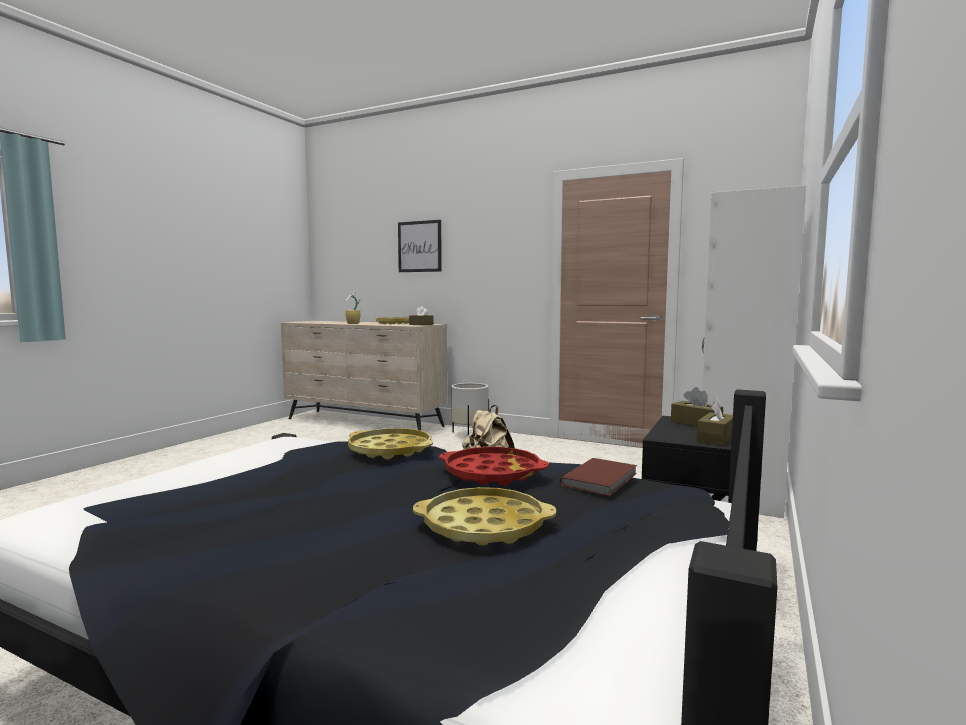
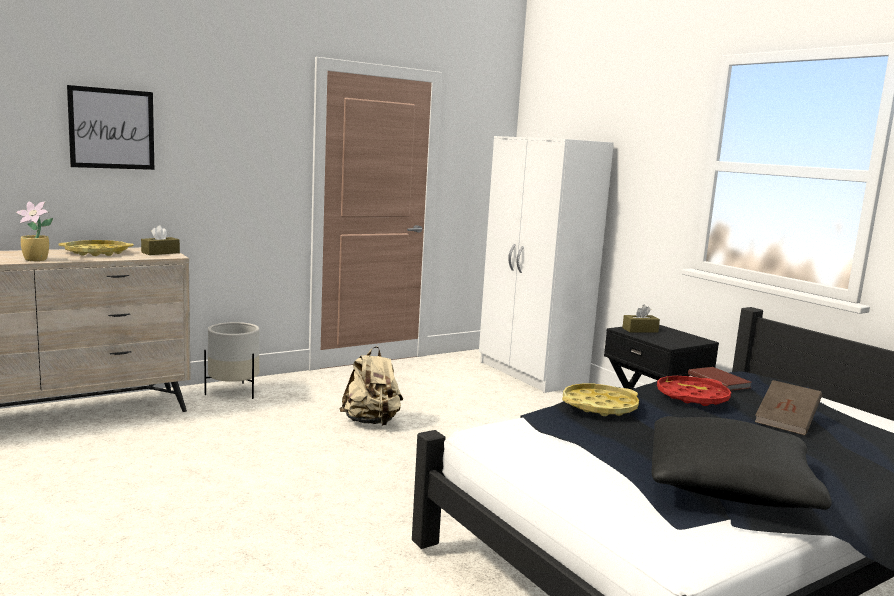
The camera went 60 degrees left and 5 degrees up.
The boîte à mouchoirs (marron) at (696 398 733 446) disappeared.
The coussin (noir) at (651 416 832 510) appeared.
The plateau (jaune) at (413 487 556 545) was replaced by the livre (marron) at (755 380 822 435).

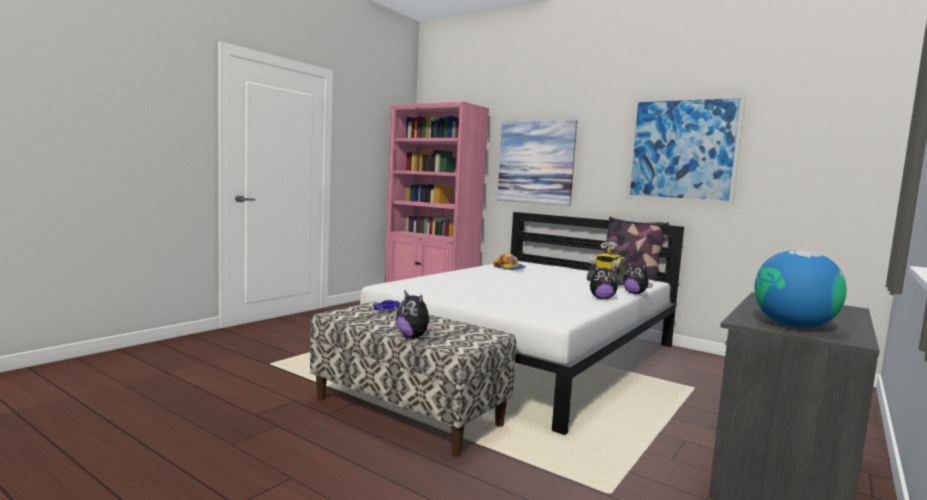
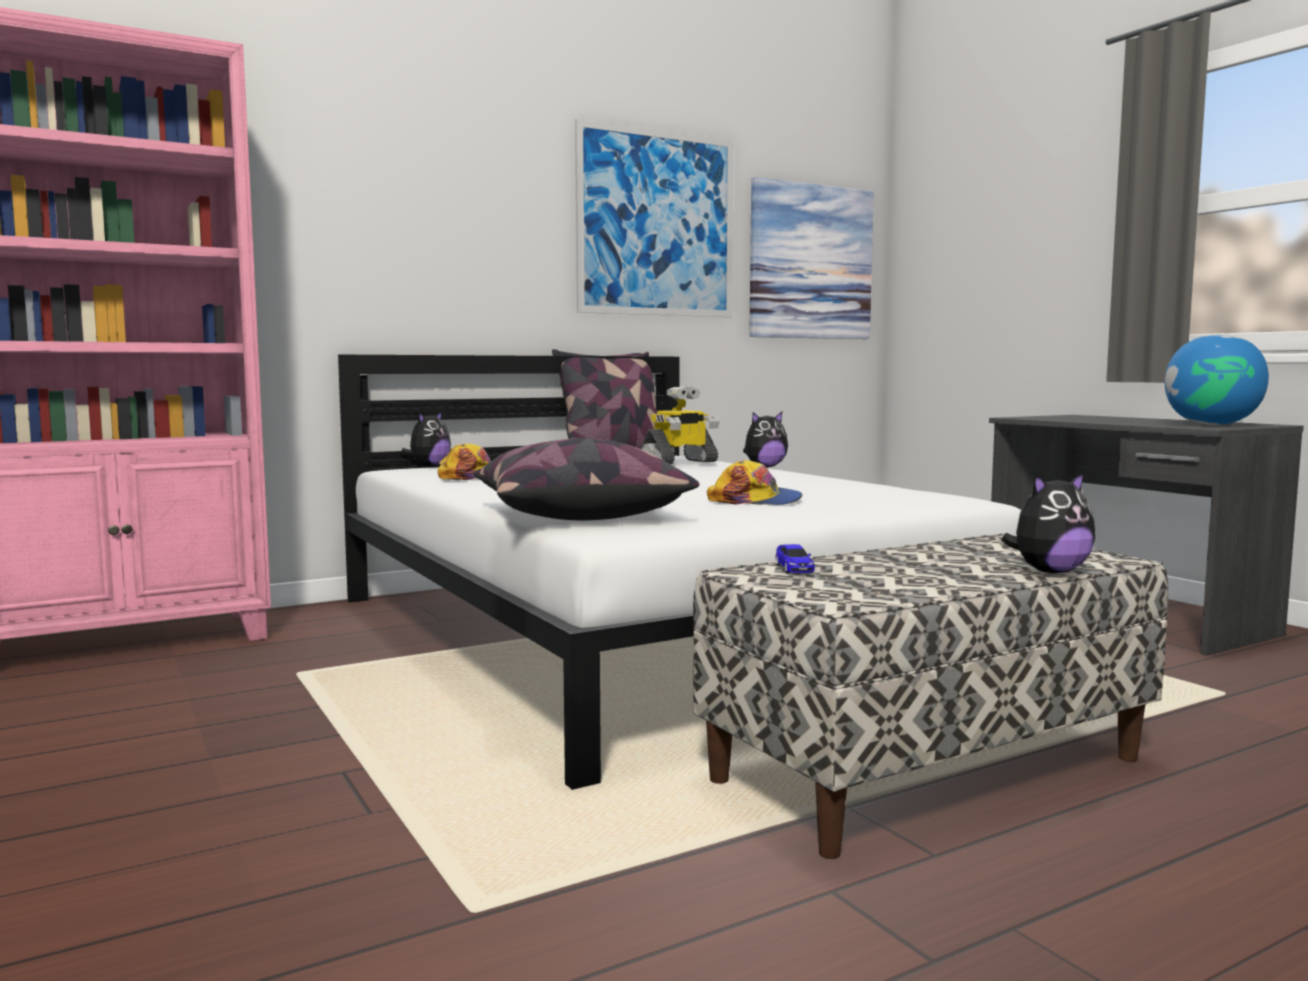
The camera went 65 degrees left and 0 degrees up.
The coussin at (473 438 699 520) appeared.
The casquette at (707 460 802 505) appeared.
The tableau moved from (497 120 577 206) to (749 177 874 339).
The peluche moved from (590 265 618 299) to (401 411 451 467).

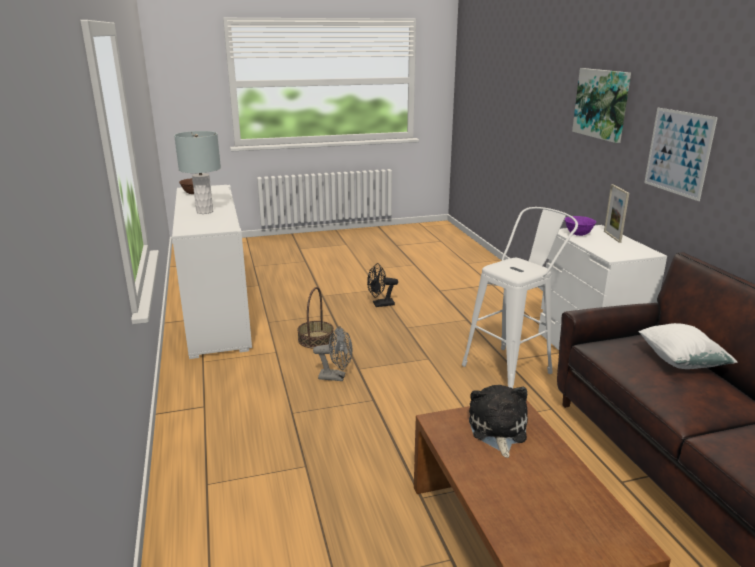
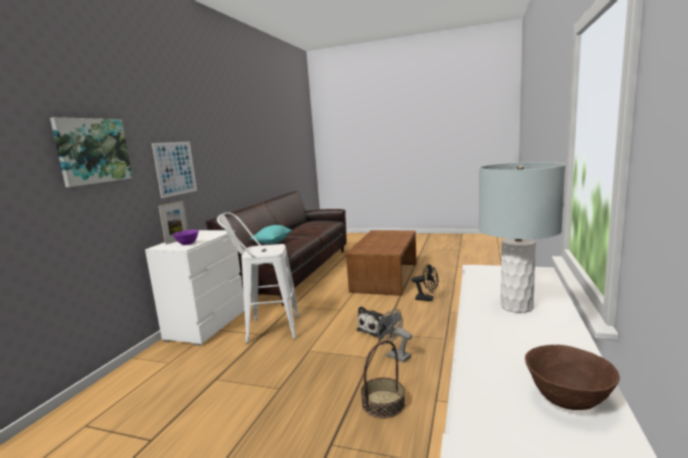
The camera went 145 degrees left and 10 degrees down.
The ventilateur (noir) moved from (367 263 398 307) to (412 264 438 301).
The peluche moved from (469 385 528 458) to (357 306 390 337).
The coussin (blanc) at (638 323 737 369) became the coussin (turquoise) at (250 225 292 244).

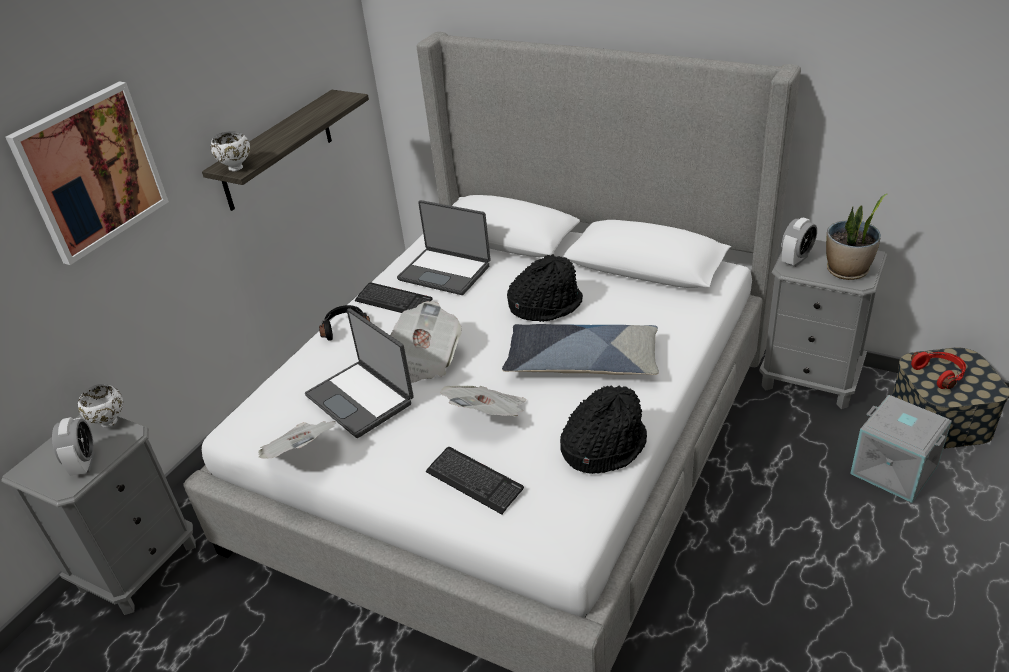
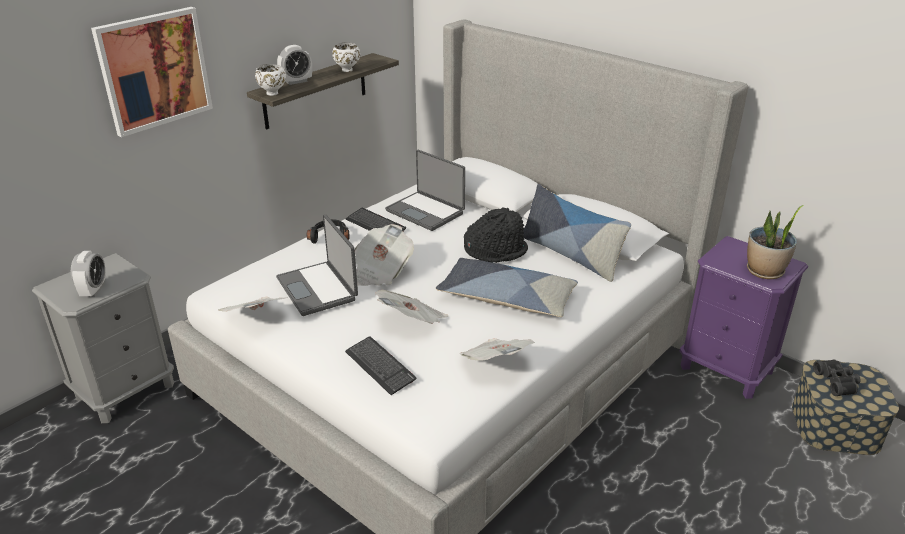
The camera went 10 degrees right and 5 degrees down.
The boîte de rangement (gris) at (850 395 952 503) disappeared.
The coussin at (523 184 631 282) appeared.
The bol (blanc) moved from (78 384 123 427) to (332 42 360 72).
The réveil moved from (781 218 817 267) to (277 45 312 85).
The chapeau (noir) at (560 385 647 474) was replaced by the journal at (460 338 535 360).
The casque audio (rouge) at (911 351 966 389) was replaced by the jumelles (noir) at (813 360 861 396).
The table de chevet (gris) at (760 240 888 409) became the table de chevet (violet) at (680 236 808 399).

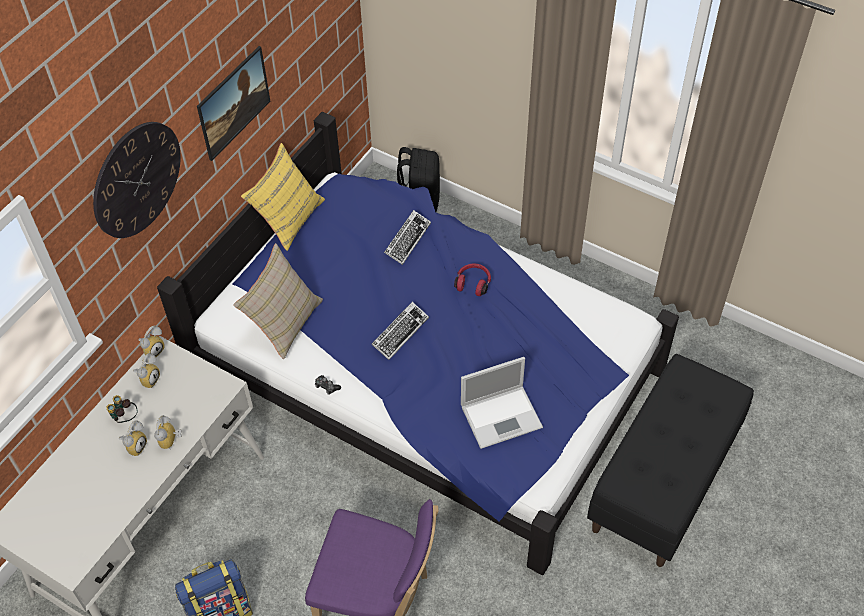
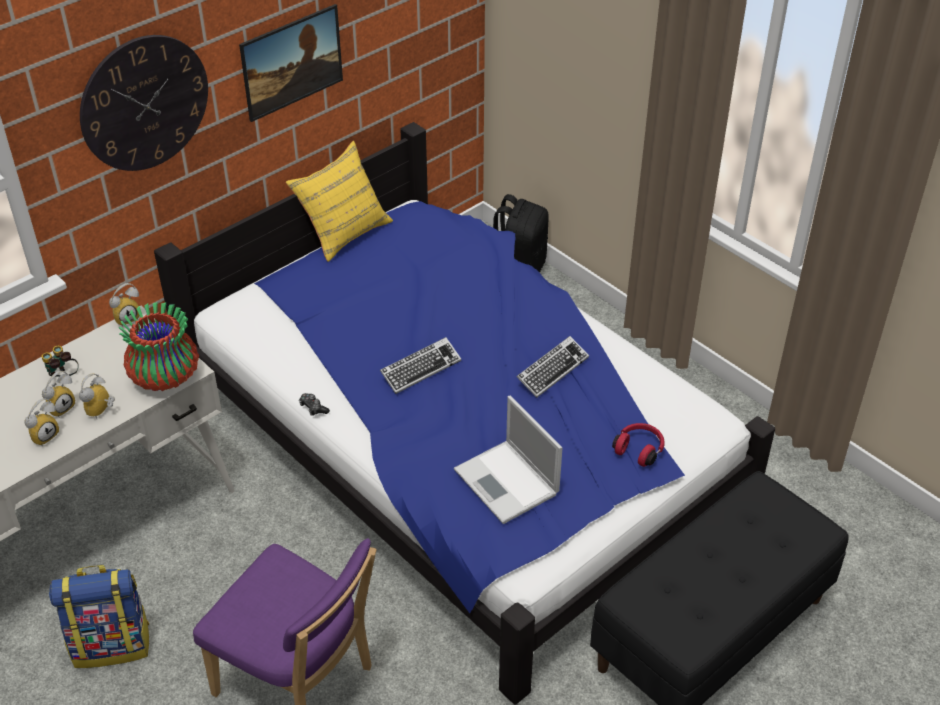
The camera went 15 degrees right and 10 degrees down.
The coussin (beige) at (233 243 323 359) disappeared.
The vase at (119 302 199 391) appeared.
The réveil moved from (133 353 160 388) to (24 398 59 446).
The clavier moved from (384 210 431 265) to (517 336 589 398).
The casque audio (rouge) moved from (454 264 491 296) to (612 423 665 467).
The ordinateur portable at (461 357 543 449) turned 60 degrees clockwise.

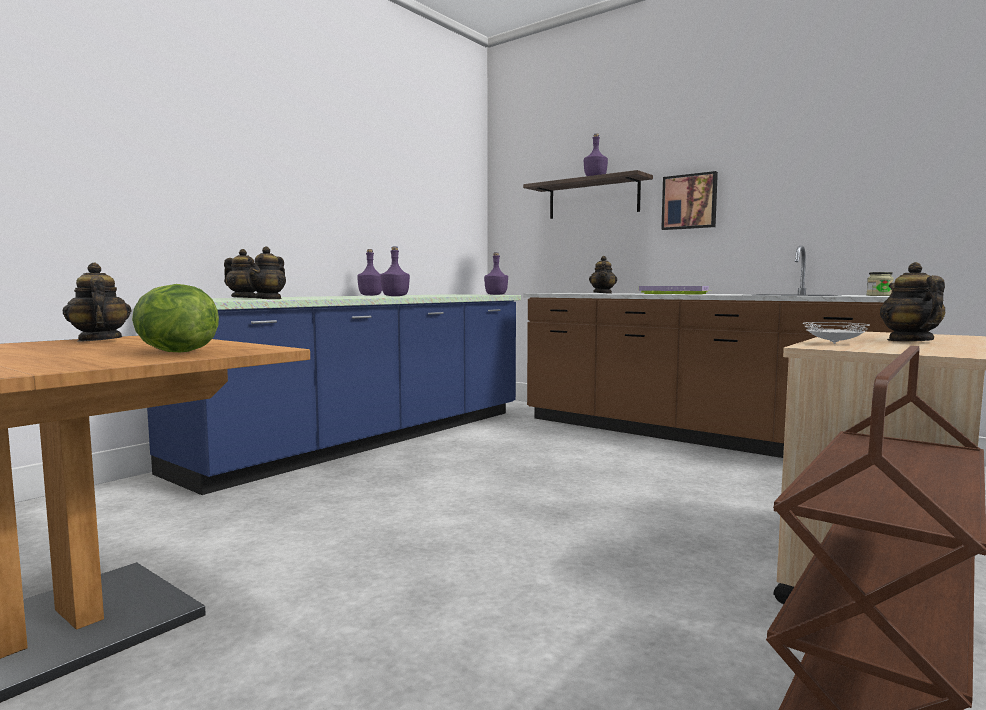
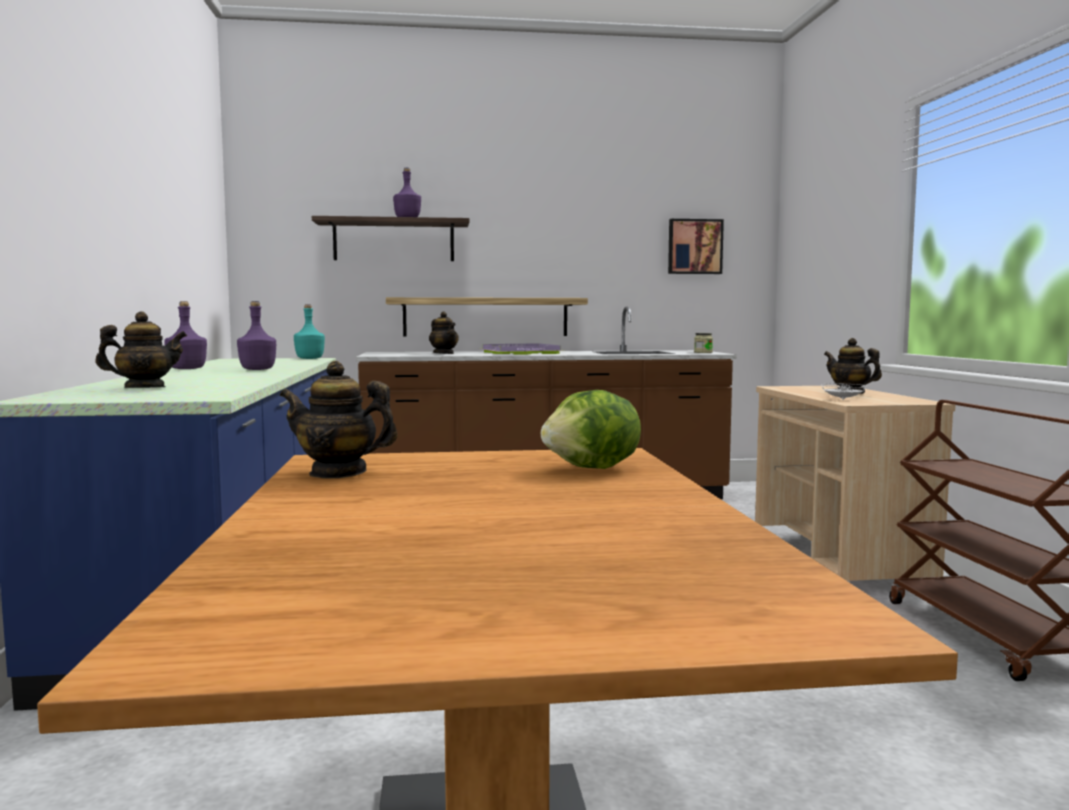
The camera went 45 degrees left and 0 degrees up.
The théière at (247 246 286 299) disappeared.
The étagère at (386 297 588 337) appeared.
The tableau moved from (661 171 718 230) to (668 219 724 274).
The bouteille (violet) at (484 252 508 295) became the bouteille (turquoise) at (294 304 325 359).

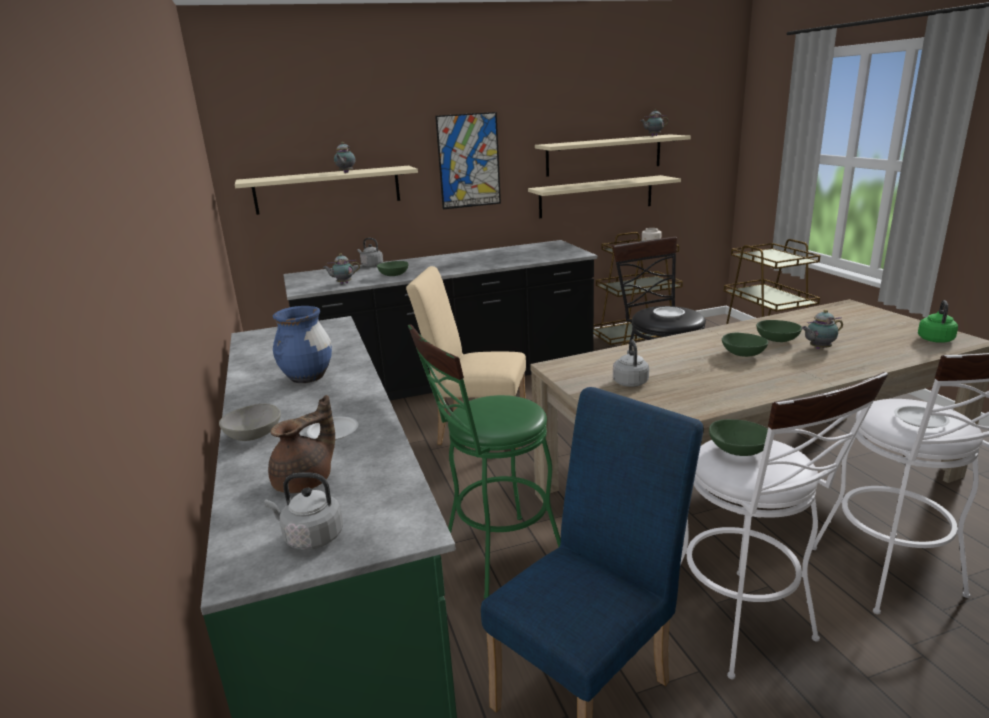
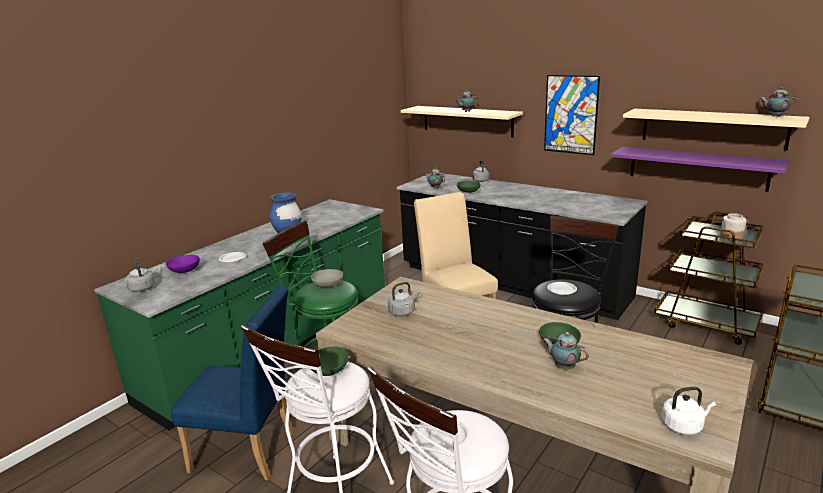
The camera went 55 degrees right and 0 degrees up.
The bol (vert) at (722 333 768 357) disappeared.
The bol (gris) moved from (219 404 281 441) to (311 269 343 287).
The théière (marron) at (268 395 335 493) was replaced by the bol (violet) at (166 255 200 273).
The étagère (beige) at (528 175 681 218) became the étagère (violet) at (611 147 789 191).
The bouilloire (vert) at (918 300 958 343) became the bouilloire (blanc) at (662 387 716 435).

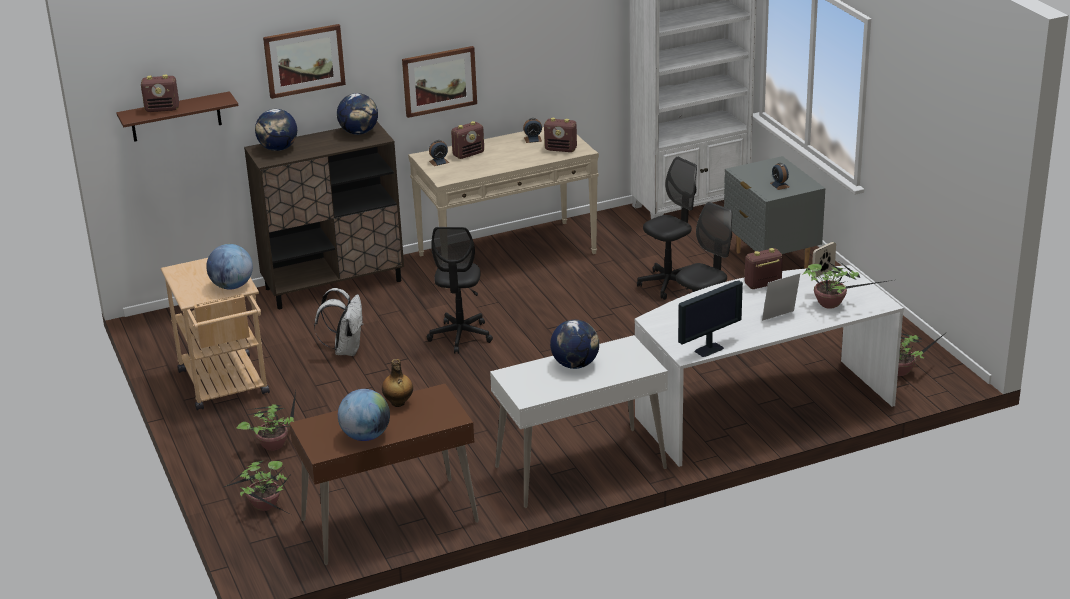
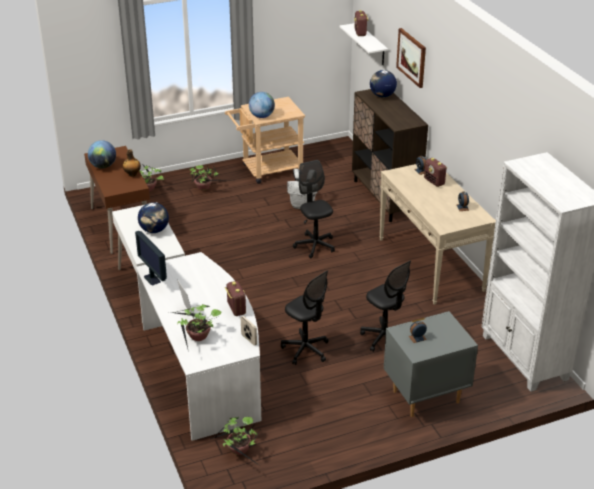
The camera went 90 degrees right and 5 degrees up.
The globe at (337 93 378 135) disappeared.
The tableau at (402 46 477 118) disappeared.
The radio at (544 118 577 152) disappeared.
The étagère (marron) at (116 91 239 142) became the étagère (blanc) at (339 23 388 65).
The chaise de bureau (noir) at (427 227 493 354) turned 60 degrees clockwise.

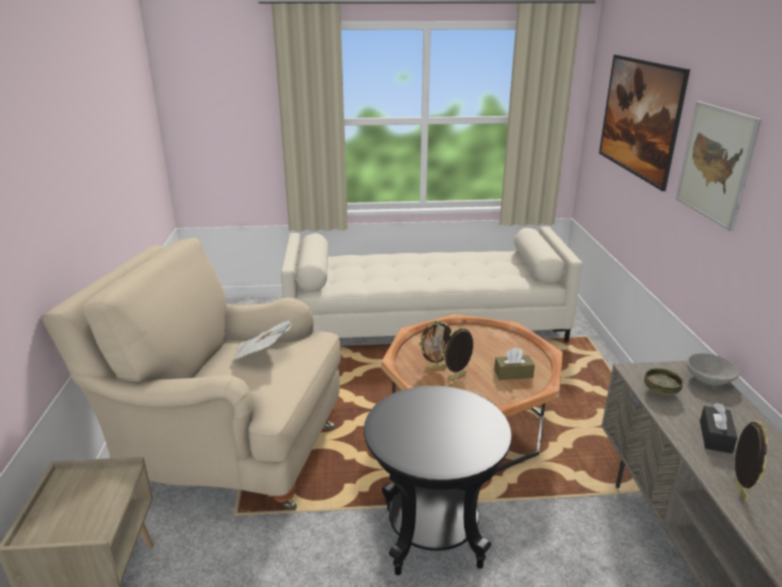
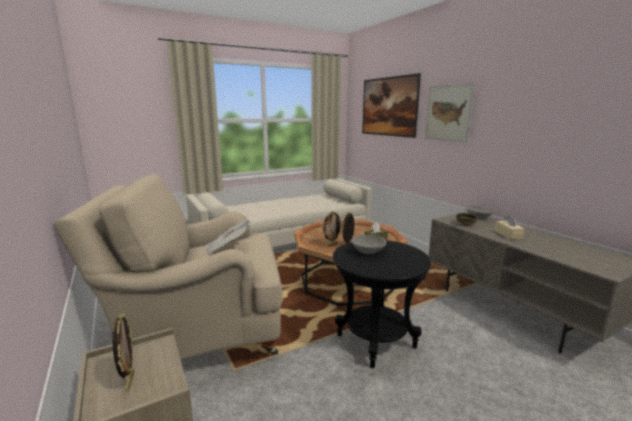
The camera went 25 degrees left and 10 degrees down.
The bol (gris) at (352 235 387 254) appeared.
The cadre photo moved from (734 420 768 502) to (112 313 134 391).
The boîte à mouchoirs (noir) at (700 403 738 454) became the boîte à mouchoirs (beige) at (495 215 524 239).

